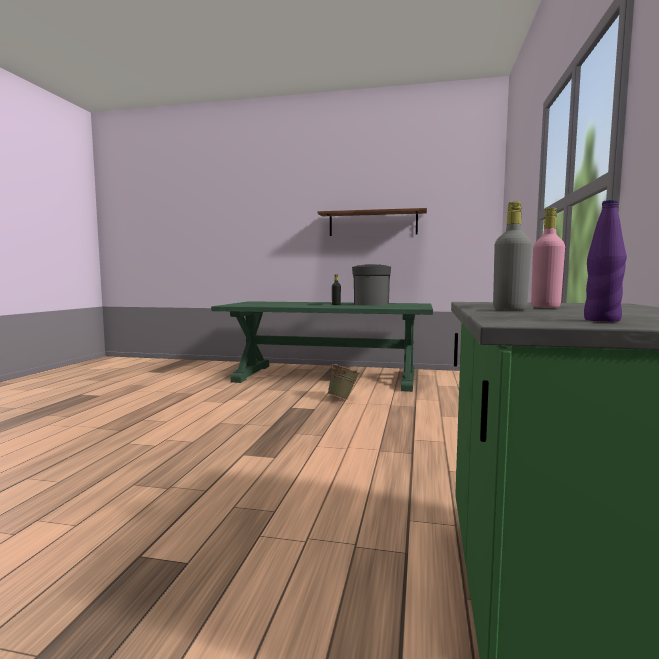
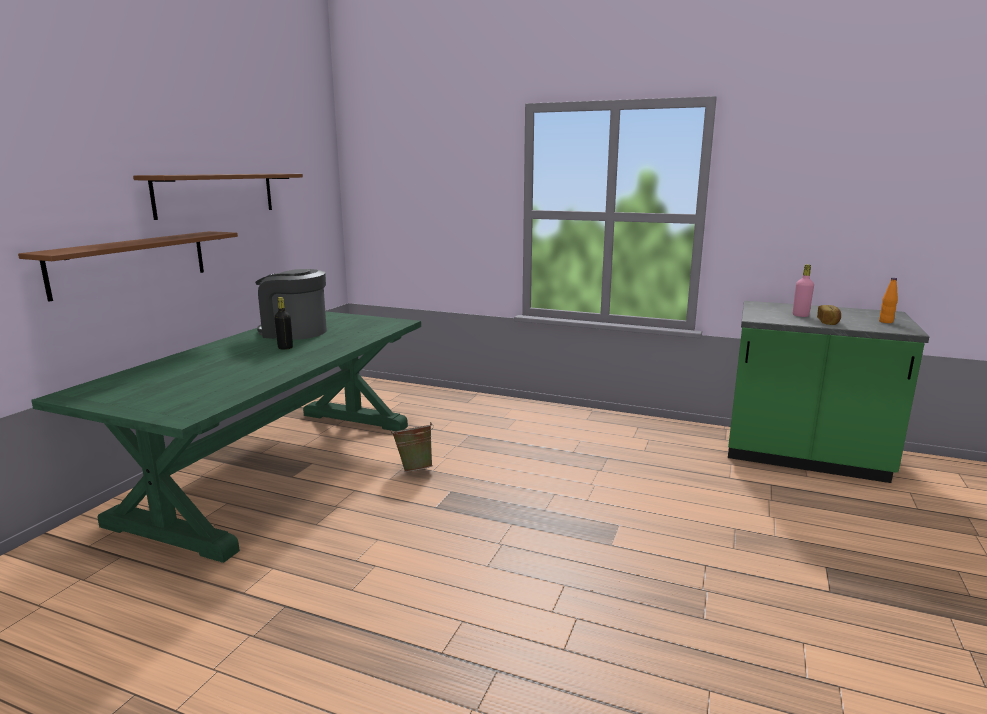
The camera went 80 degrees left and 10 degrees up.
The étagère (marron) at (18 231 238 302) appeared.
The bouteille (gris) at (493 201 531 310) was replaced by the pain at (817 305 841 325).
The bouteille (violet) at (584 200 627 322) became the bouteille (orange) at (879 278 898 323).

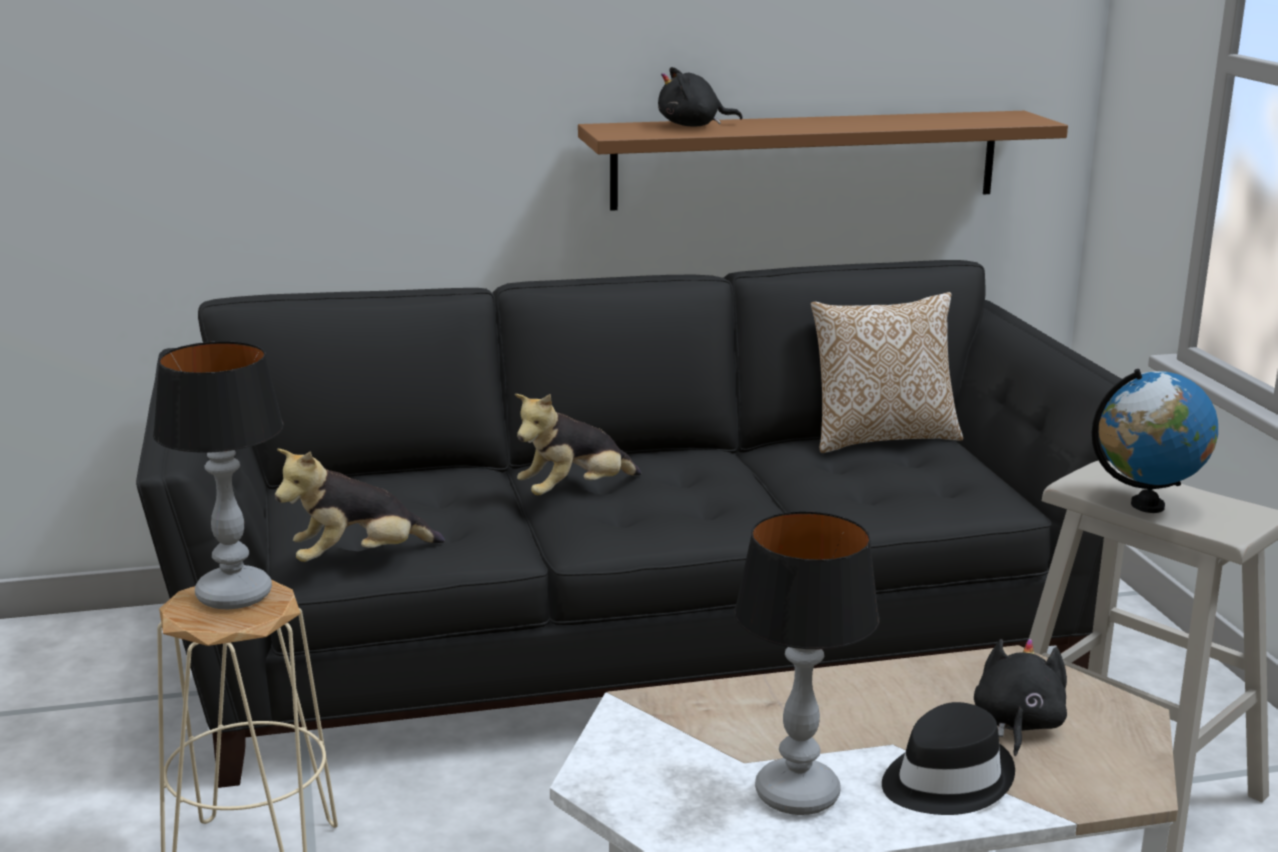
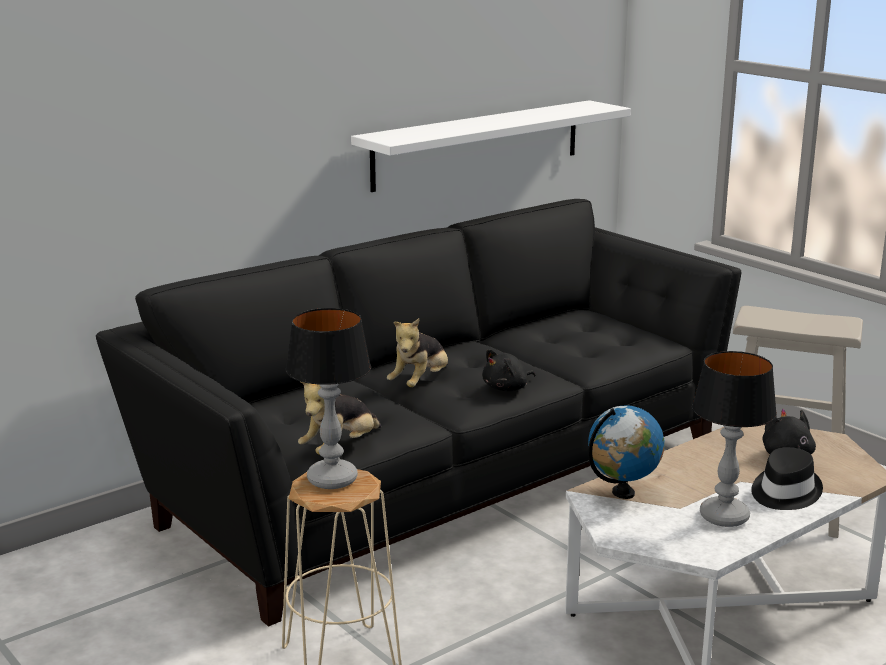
The camera went 25 degrees left and 0 degrees up.
The coussin at (811 292 963 453) disappeared.
The peluche (noir) moved from (658 67 743 127) to (482 349 536 391).
The globe moved from (1092 369 1218 513) to (588 405 664 499).
The étagère (marron) at (578 111 1068 211) became the étagère (blanc) at (351 100 631 192).

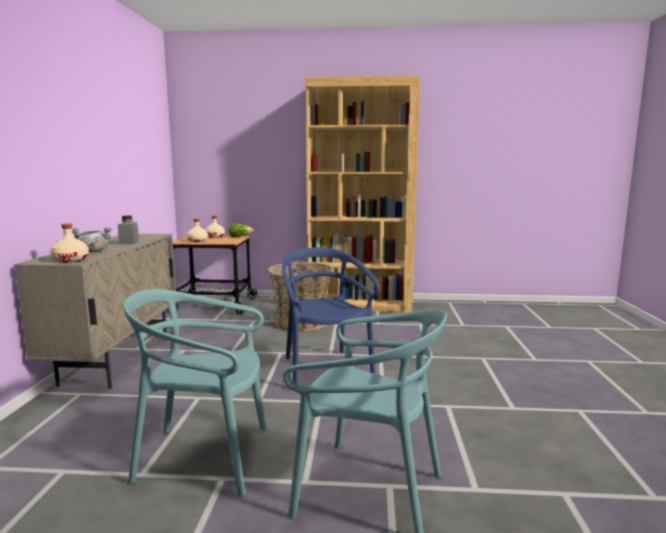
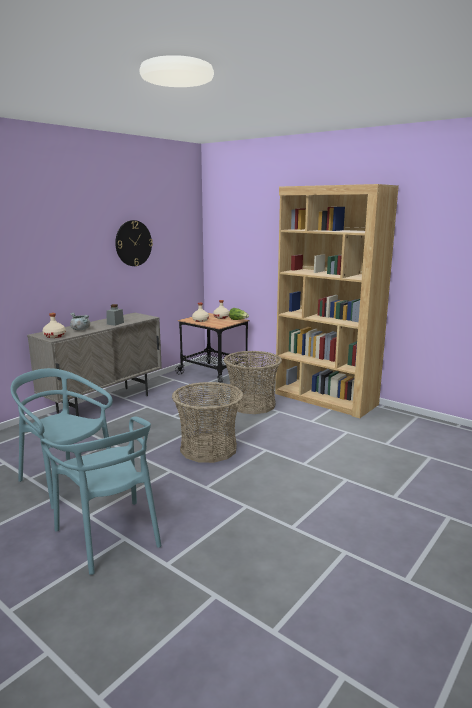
The camera went 35 degrees right and 5 degrees up.
The horloge murale at (115 220 153 266) appeared.
The chaise (bleu) at (282 247 380 385) was replaced by the panier at (172 382 244 463).

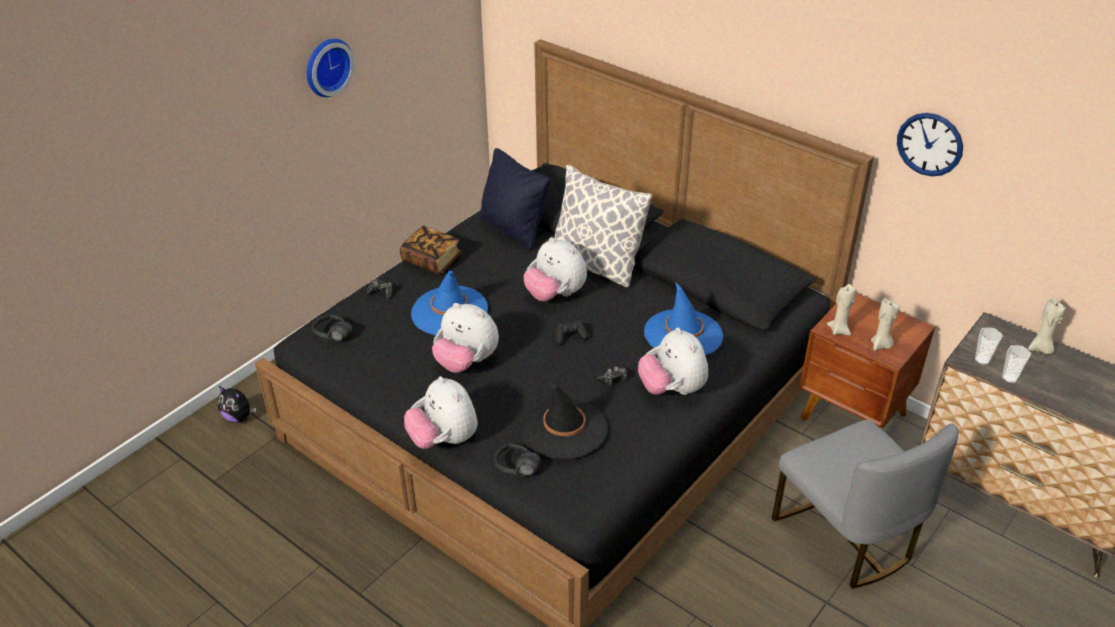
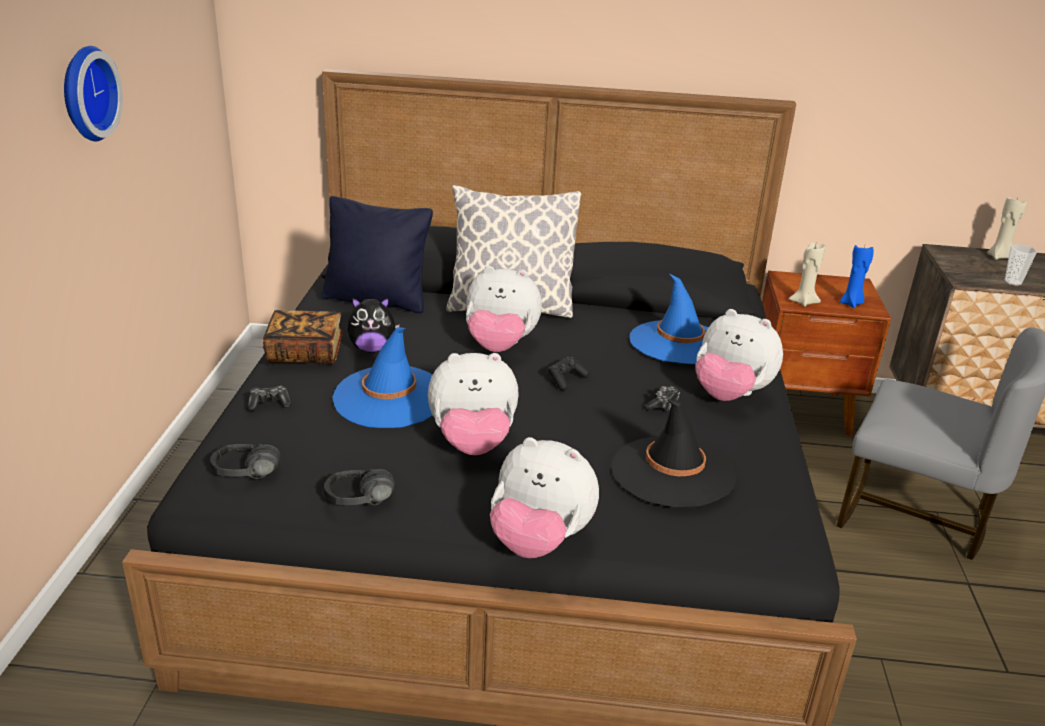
The camera went 35 degrees left and 10 degrees down.
The horloge murale at (897 113 963 176) disappeared.
The tasse at (975 328 1003 364) disappeared.
The peluche moved from (218 385 256 423) to (348 297 400 353).
The casque audio (noir) moved from (494 444 541 477) to (324 469 395 505).
The bougie (beige) at (871 298 900 351) became the bougie (bleu) at (840 245 874 308).

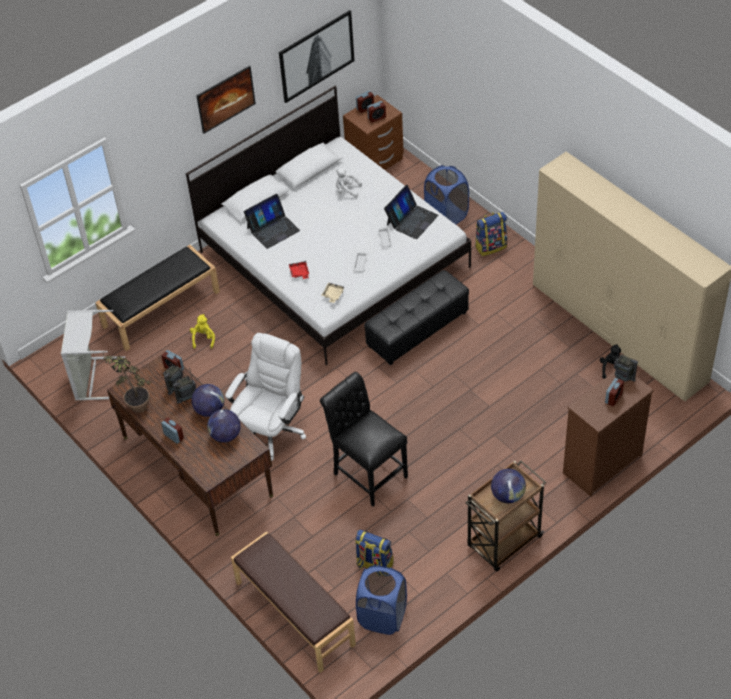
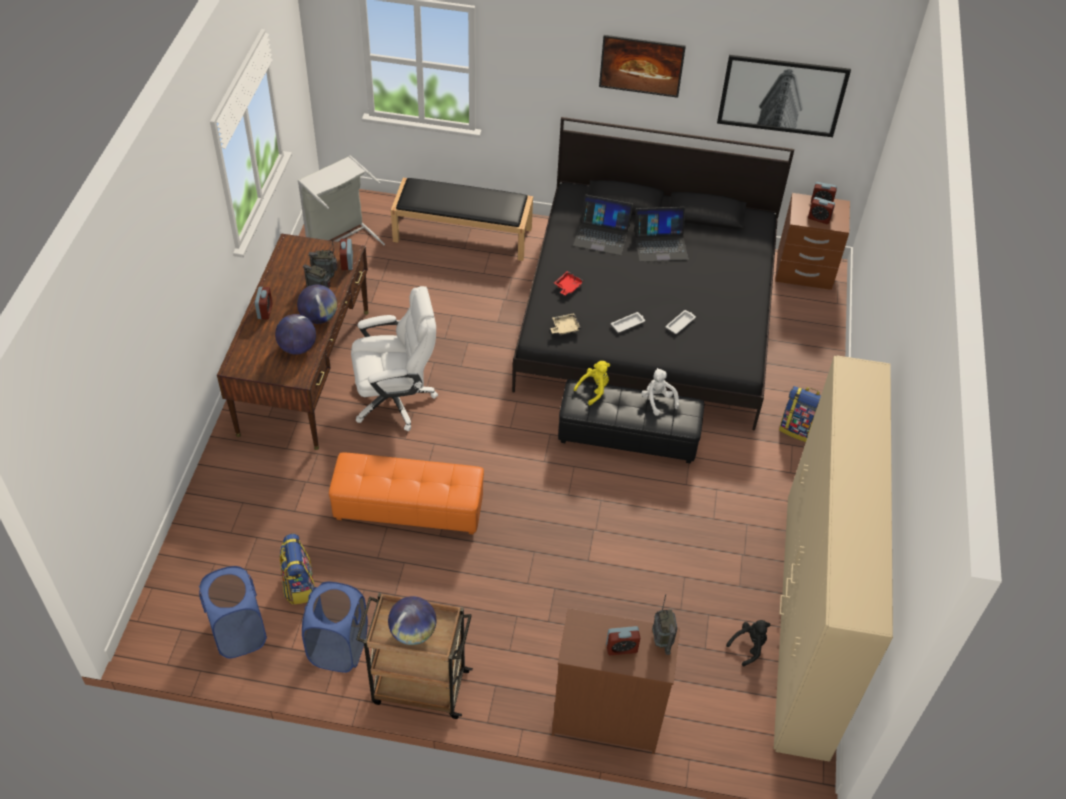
The camera went 45 degrees right and 0 degrees up.
The plante en pot at (103 352 151 413) disappeared.
The banc (marron) at (231 531 356 673) disappeared.
The peluche (jaune) moved from (190 314 215 349) to (574 361 610 405).
The peluche (blanc) moved from (336 168 362 198) to (641 368 679 416).
The ordinateur portable moved from (384 185 438 239) to (634 207 688 262).
The panier à linge (bleu) moved from (424 165 469 224) to (302 582 368 673).
The chaise (noir) at (320 372 408 506) was replaced by the pouf (orange) at (329 452 484 535).
The lit (blanc) at (186 85 471 365) became the lit (noir) at (512 117 795 430).

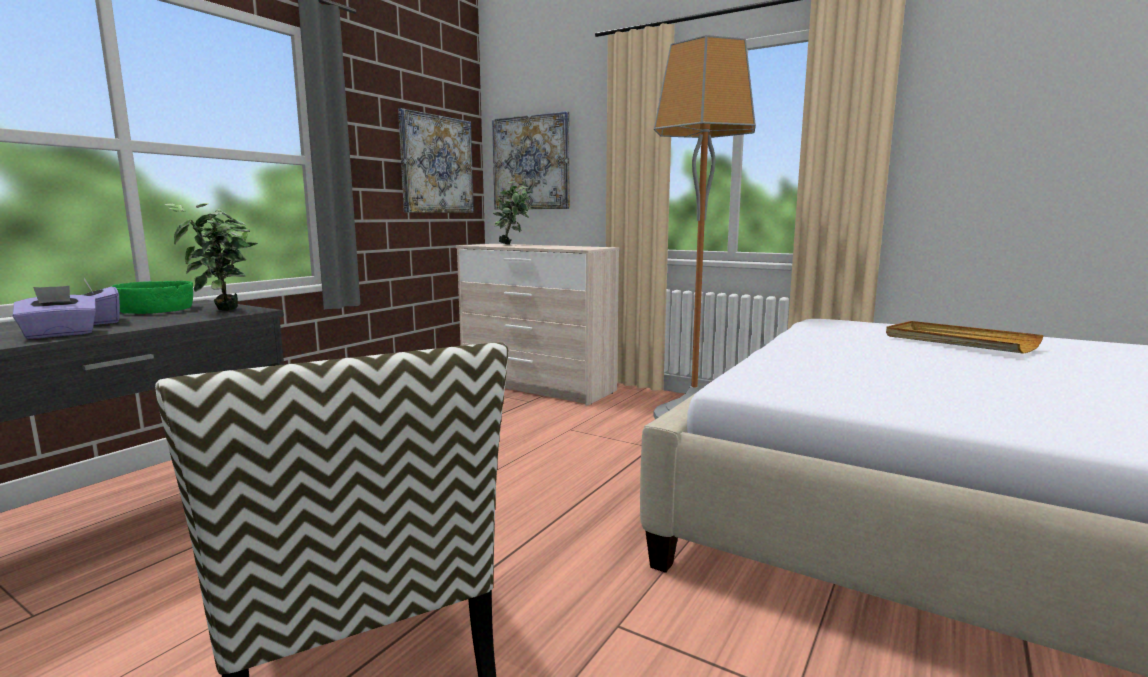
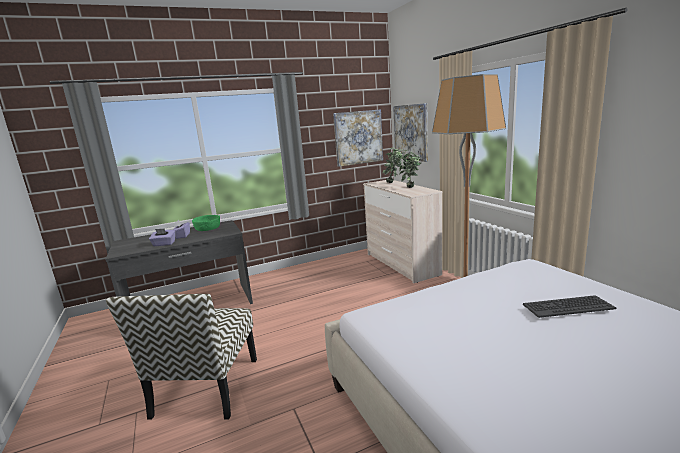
The camera went 35 degrees right and 5 degrees up.
The plante en pot moved from (165 203 258 311) to (395 150 421 188).
The plateau (beige) at (886 321 1044 354) was replaced by the clavier at (523 295 617 318).

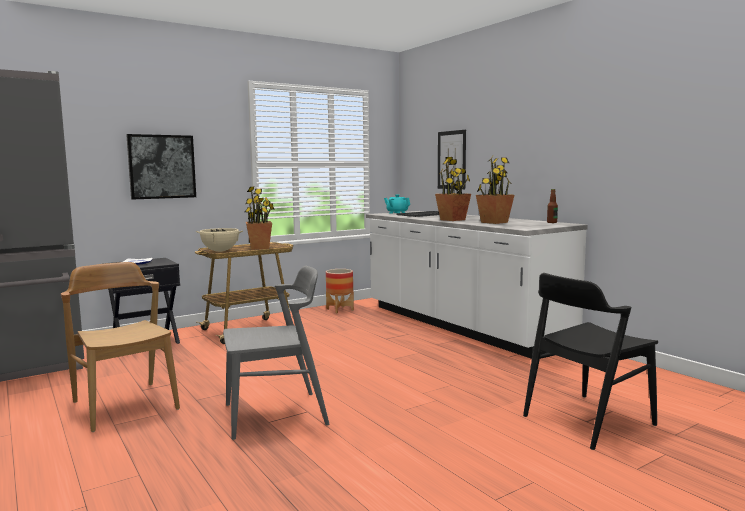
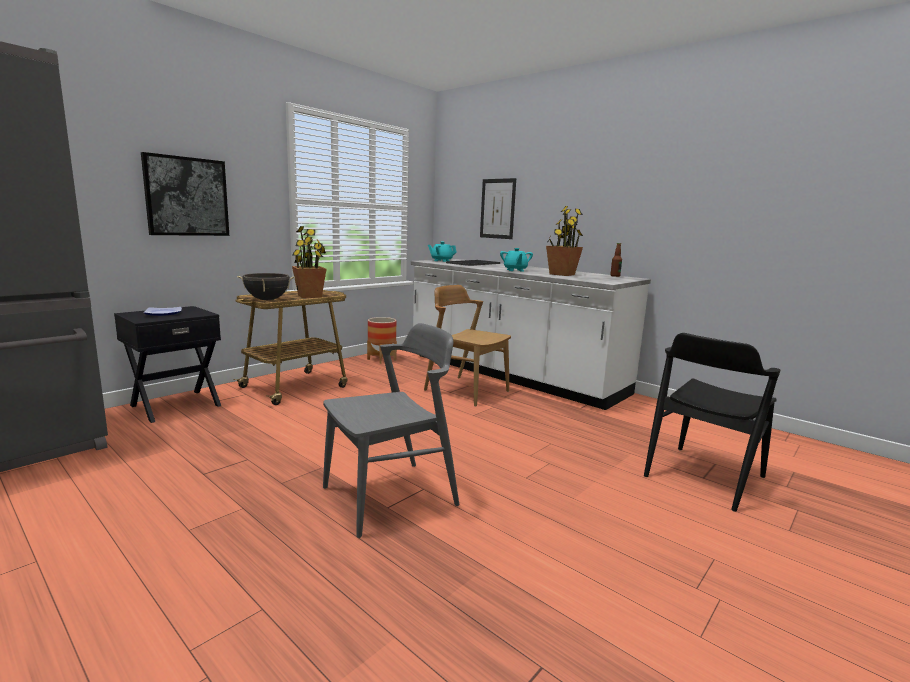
The camera went 15 degrees left and 5 degrees up.
The chaise (marron) moved from (61 262 180 432) to (424 285 511 407).
The plante en pot at (435 157 471 221) was replaced by the théière (turquoise) at (500 248 533 272).
The marmite (beige) at (196 228 243 252) became the marmite (noir) at (237 273 295 300).

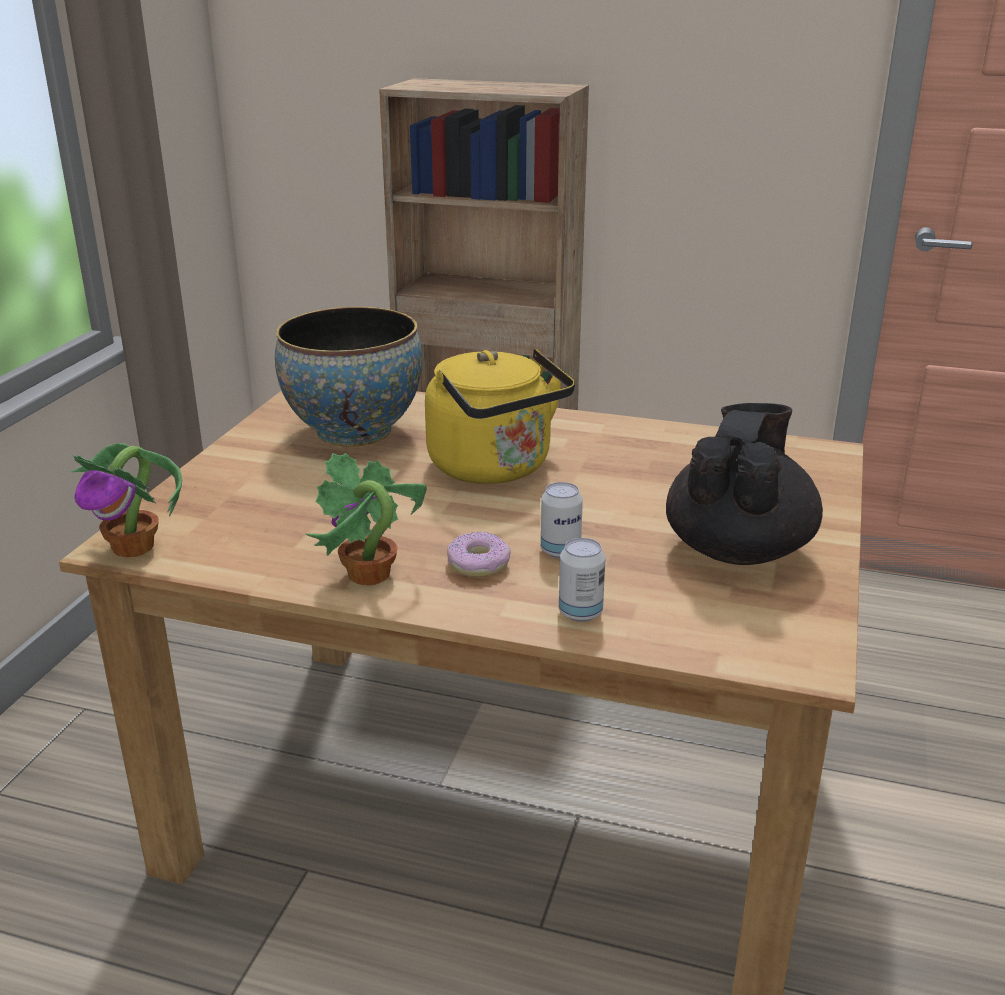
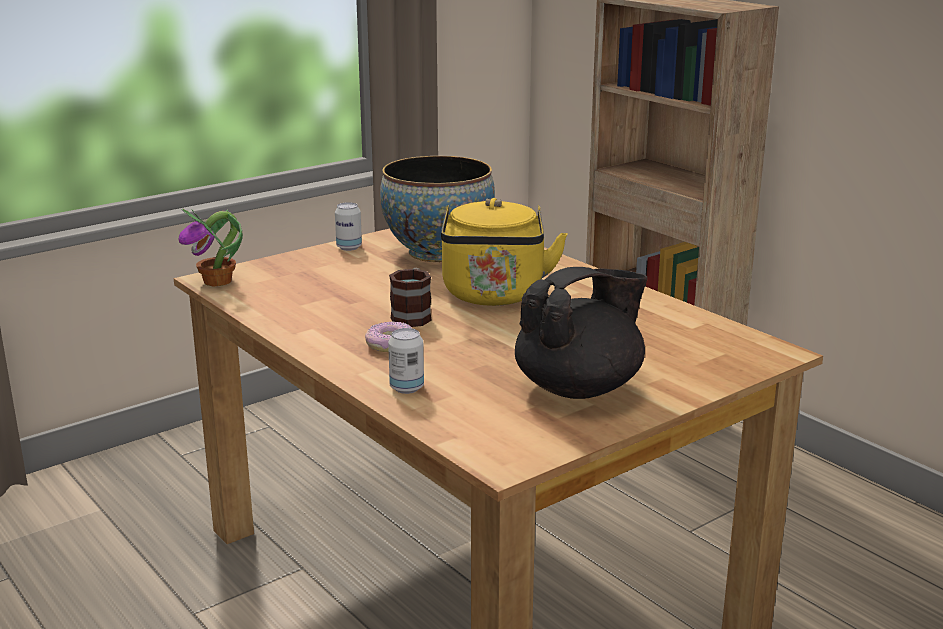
The camera went 35 degrees right and 5 degrees down.
The plante en pot at (305 453 427 585) disappeared.
The mug at (389 268 432 327) appeared.
The boîte métallique moved from (541 482 583 559) to (335 202 362 251).

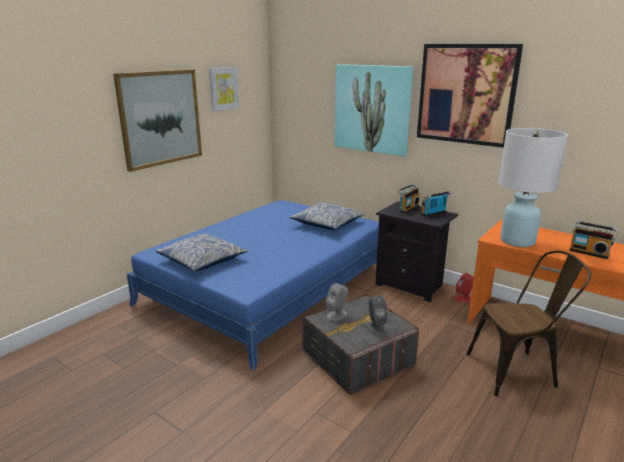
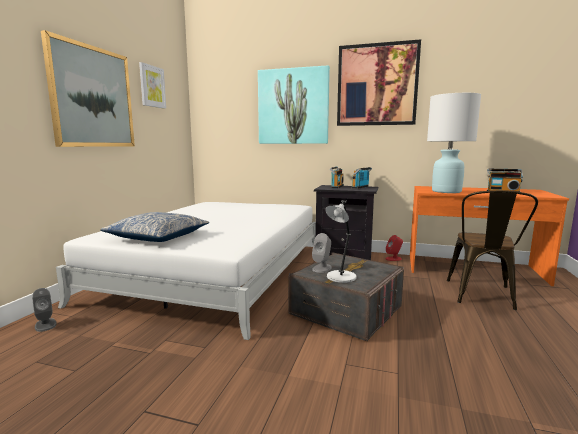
The camera went 20 degrees left and 10 degrees down.
The coussin at (290 203 365 230) disappeared.
The lampe de table (gris) at (325 200 357 283) appeared.
The enceinte (gris) moved from (366 295 388 335) to (32 288 57 332).
The lit (bleu) at (127 200 379 370) became the lit (blanc) at (56 202 316 340).
The chaise (marron) at (467 250 591 396) turned 135 degrees clockwise.

